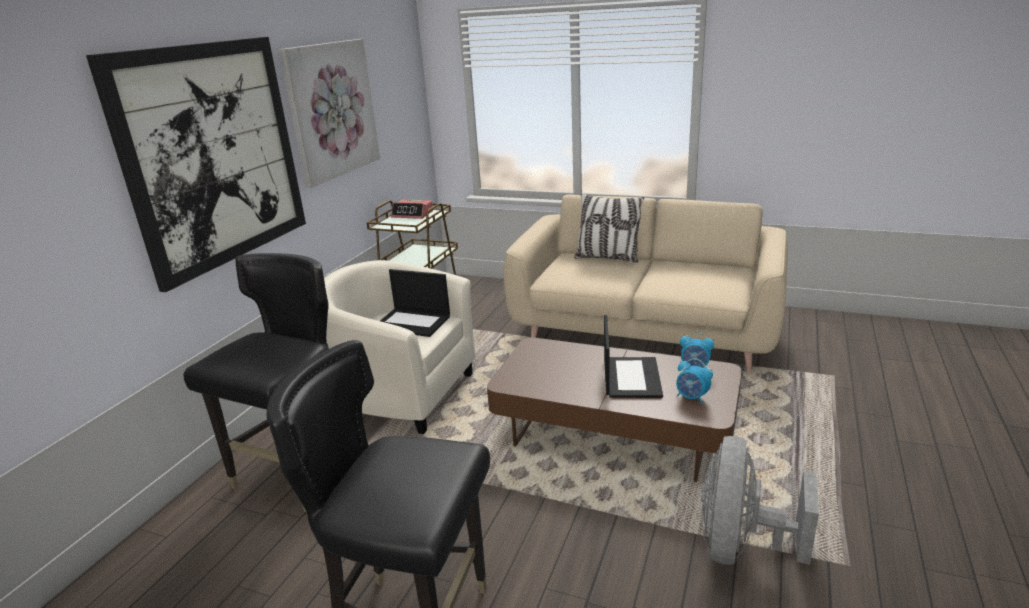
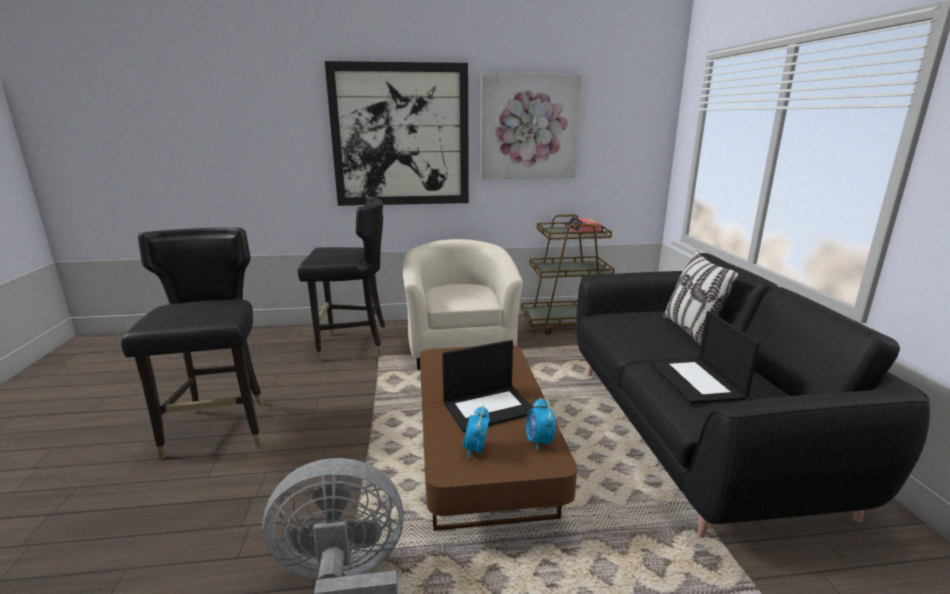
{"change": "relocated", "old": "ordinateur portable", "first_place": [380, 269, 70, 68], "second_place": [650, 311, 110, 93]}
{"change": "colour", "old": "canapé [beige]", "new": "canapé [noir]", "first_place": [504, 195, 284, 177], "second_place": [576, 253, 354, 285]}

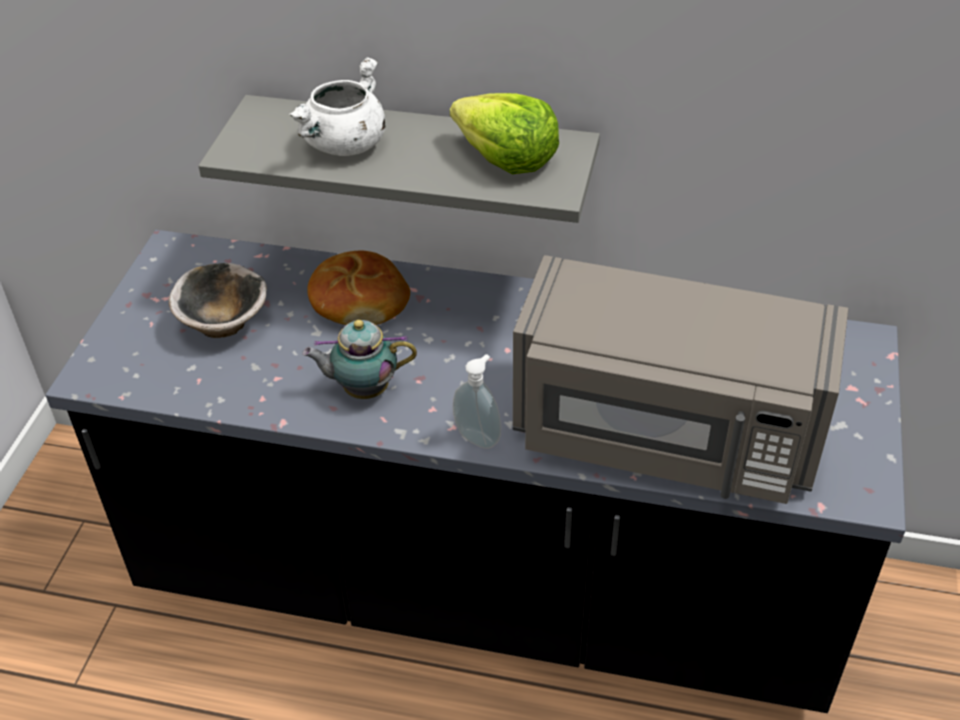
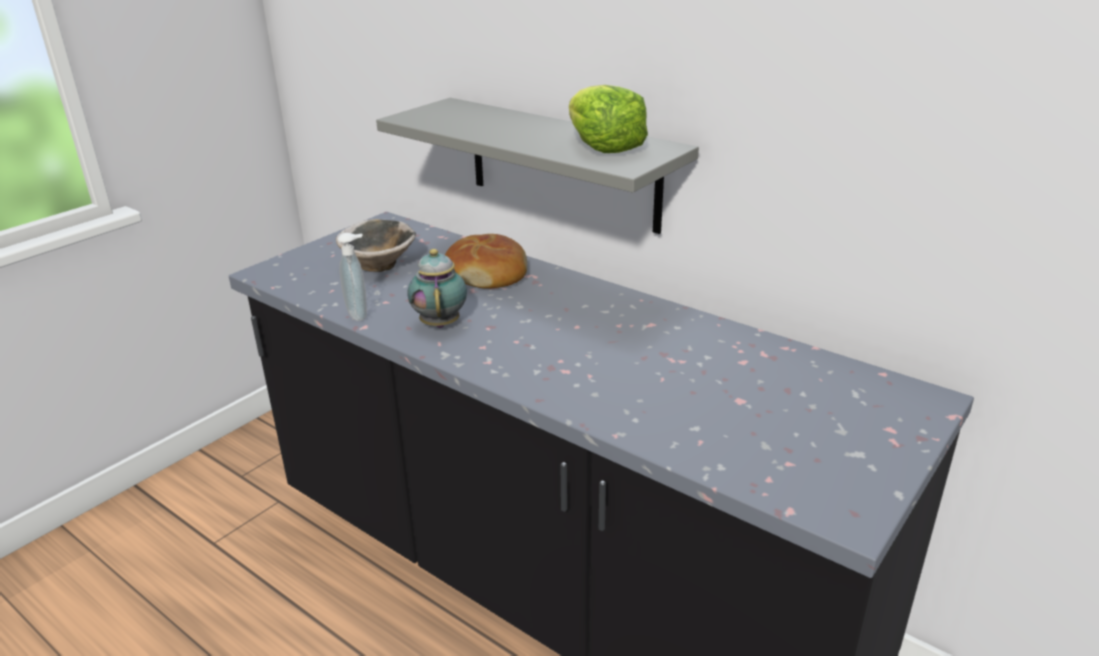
{"change": "missing", "old": "marmite [blanc]", "first_place": [289, 57, 96, 99]}
{"change": "missing", "old": "micro-ondes [gris]", "first_place": [513, 255, 335, 249]}
{"change": "relocated", "old": "distributeur de savon", "first_place": [453, 354, 48, 95], "second_place": [338, 233, 29, 88]}
{"change": "spun", "old": "théière", "first_place": [302, 320, 115, 79], "second_place": [407, 249, 60, 79], "degrees": 60}

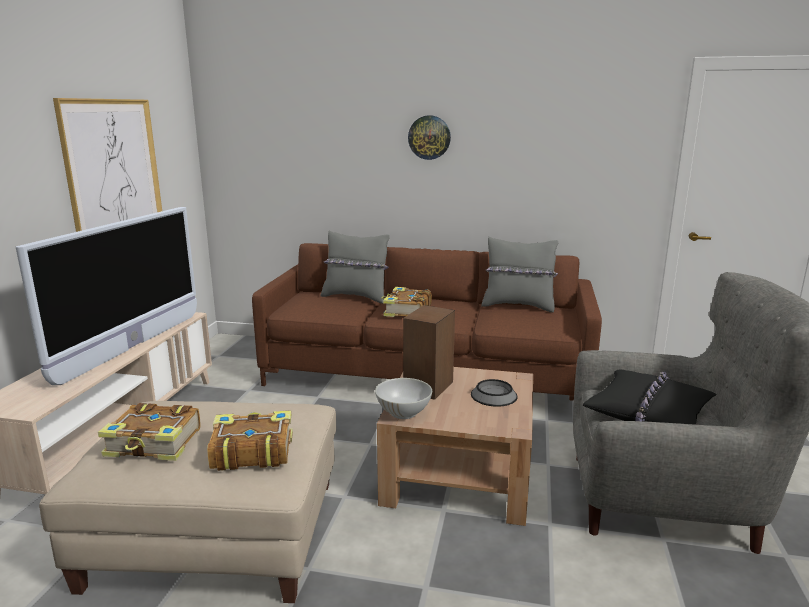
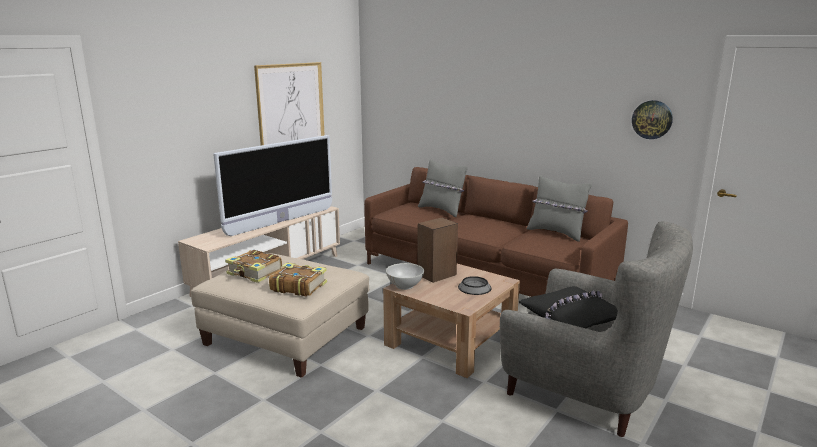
{"change": "missing", "old": "livre", "first_place": [381, 287, 51, 30]}
{"change": "relocated", "old": "horloge murale", "first_place": [408, 115, 43, 45], "second_place": [632, 100, 41, 39]}

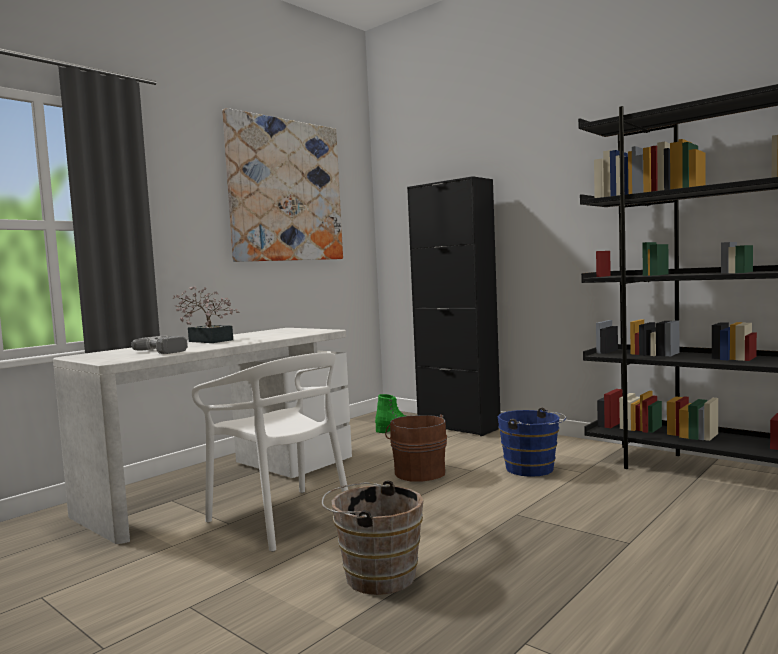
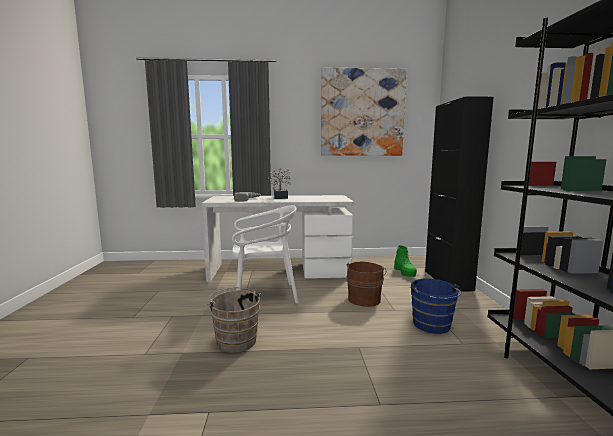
{"change": "spun", "old": "chaise [blanc]", "first_place": [192, 352, 156, 200], "second_place": [232, 205, 67, 99], "degrees": -105}

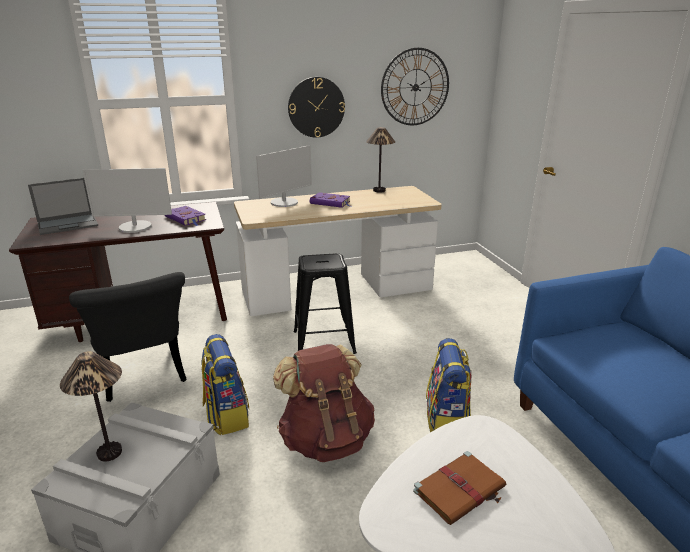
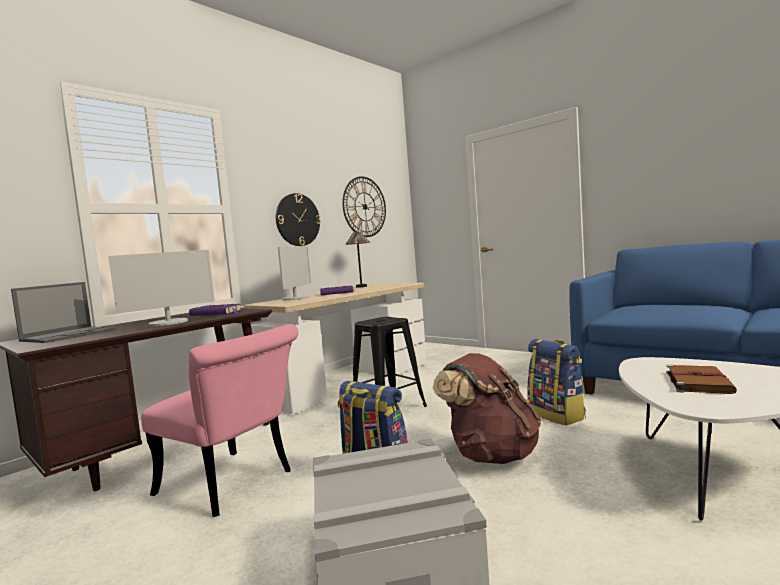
{"change": "missing", "old": "lampe de table", "first_place": [60, 351, 62, 111]}
{"change": "colour", "old": "chaise [noir]", "new": "chaise [rose]", "first_place": [69, 272, 118, 130], "second_place": [141, 324, 157, 193]}

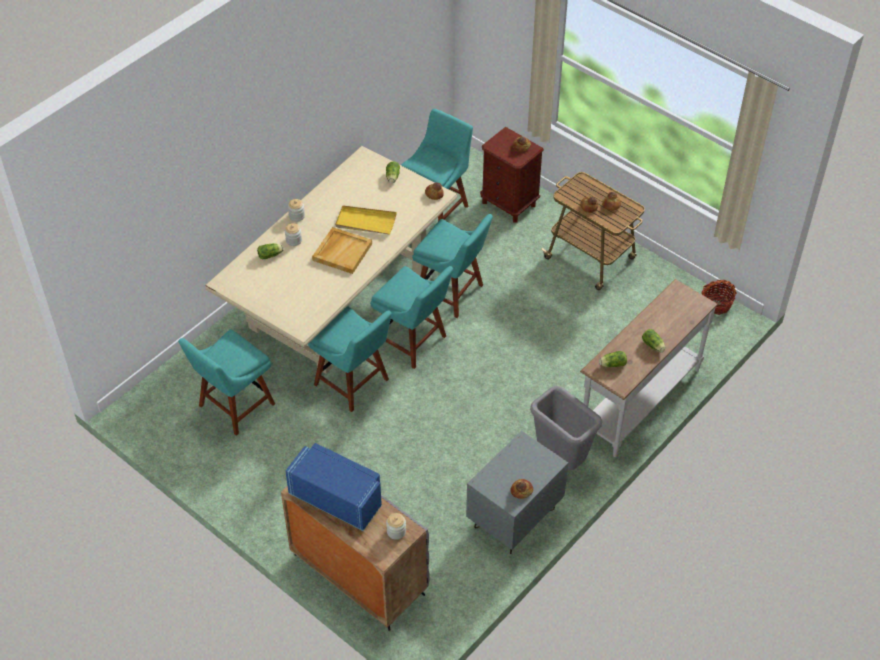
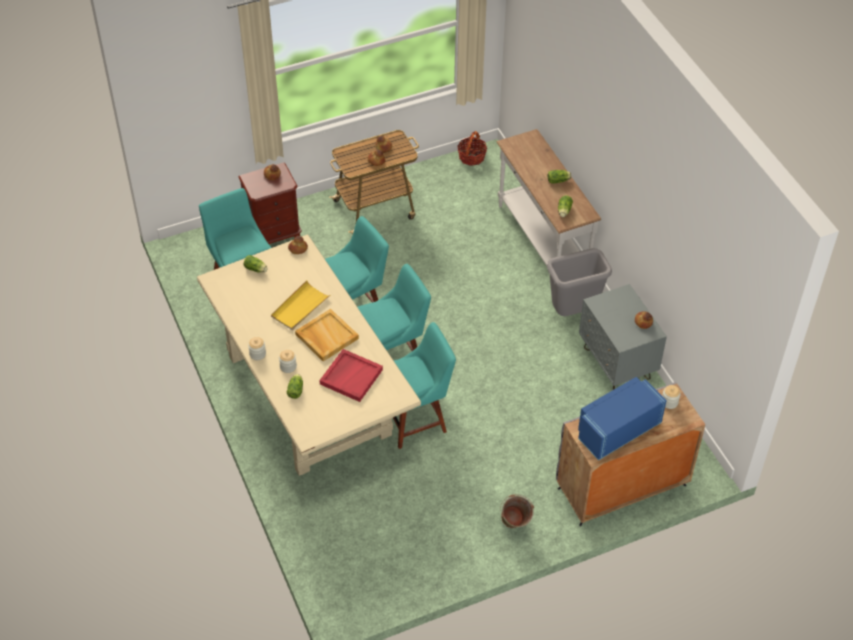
{"change": "missing", "old": "chaise [turquoise]", "first_place": [178, 329, 97, 107]}
{"change": "appeared", "new": "plateau [rouge]", "second_place": [319, 349, 64, 53]}
{"change": "appeared", "new": "seau [vert]", "second_place": [500, 494, 34, 34]}

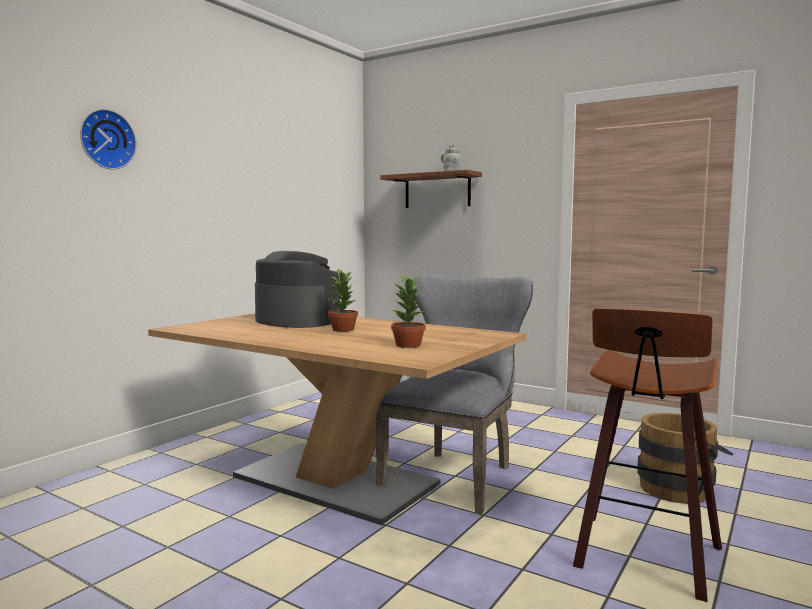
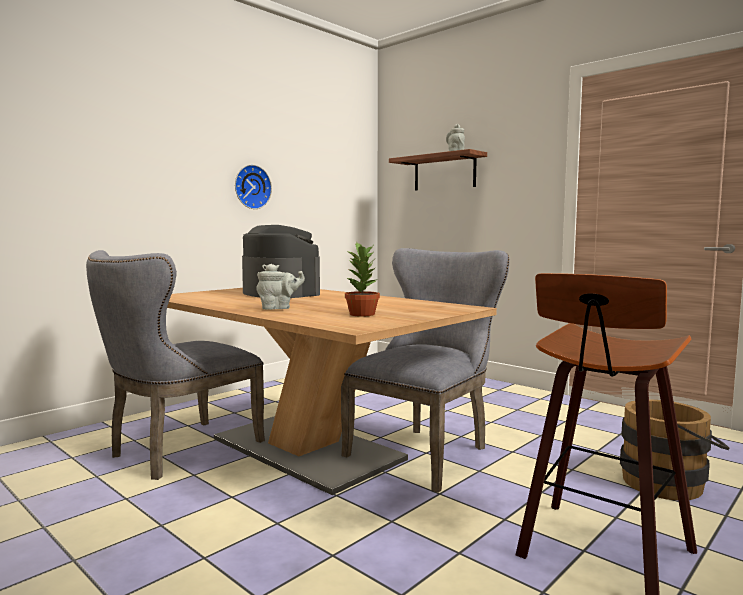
{"change": "missing", "old": "plante en pot", "first_place": [328, 269, 30, 63]}
{"change": "appeared", "new": "chaise [gris]", "second_place": [86, 250, 179, 230]}
{"change": "appeared", "new": "théière [gris]", "second_place": [256, 264, 49, 46]}
{"change": "relocated", "old": "horloge murale", "first_place": [80, 109, 56, 61], "second_place": [235, 165, 37, 44]}

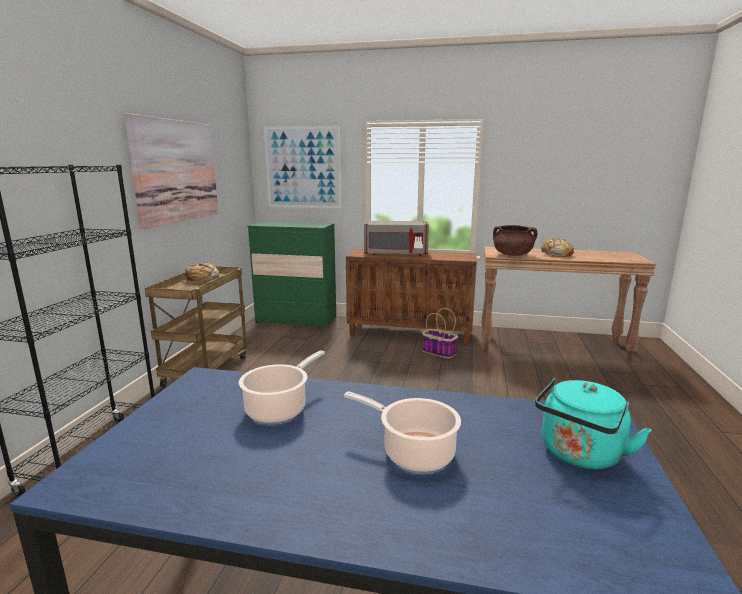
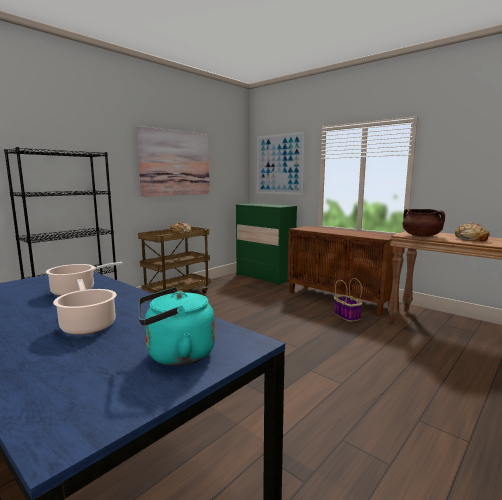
{"change": "missing", "old": "micro-ondes [gris]", "first_place": [364, 221, 65, 35]}

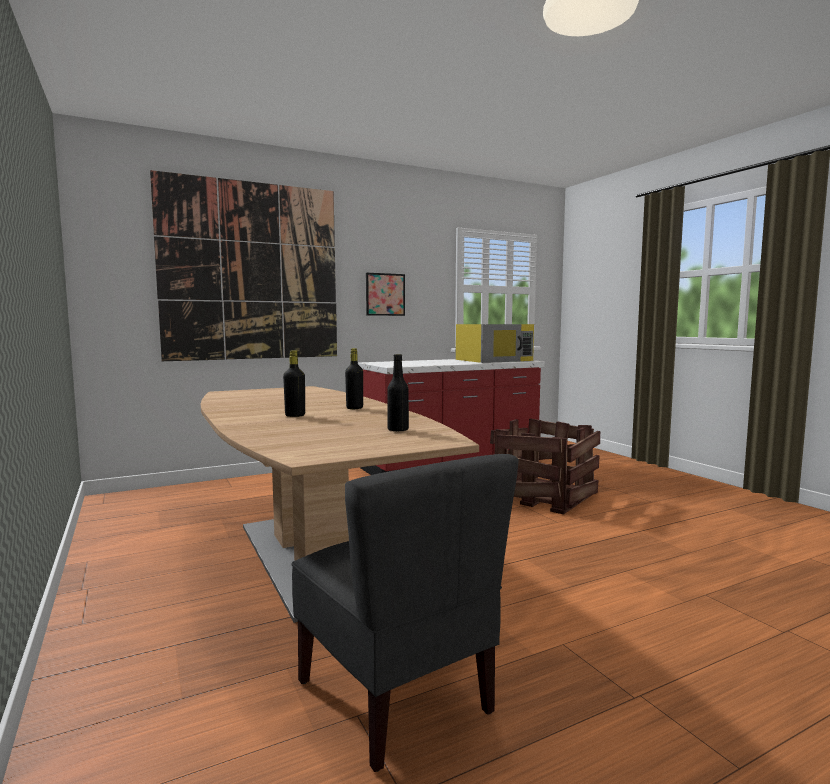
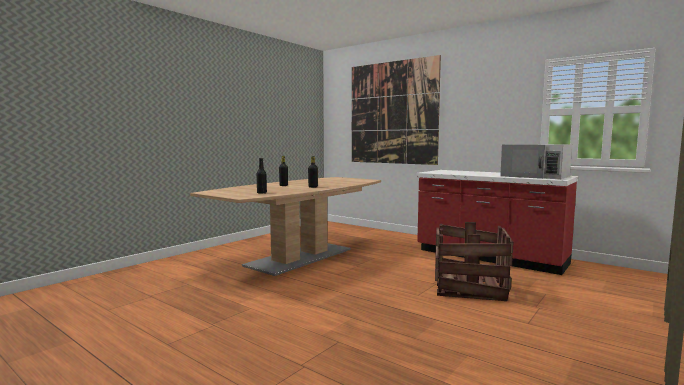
{"change": "missing", "old": "chaise [gris]", "first_place": [291, 454, 228, 318]}
{"change": "missing", "old": "tableau", "first_place": [366, 273, 39, 43]}
{"change": "colour", "old": "micro-ondes [jaune]", "new": "micro-ondes [blanc]", "first_place": [456, 324, 78, 39], "second_place": [500, 144, 72, 35]}

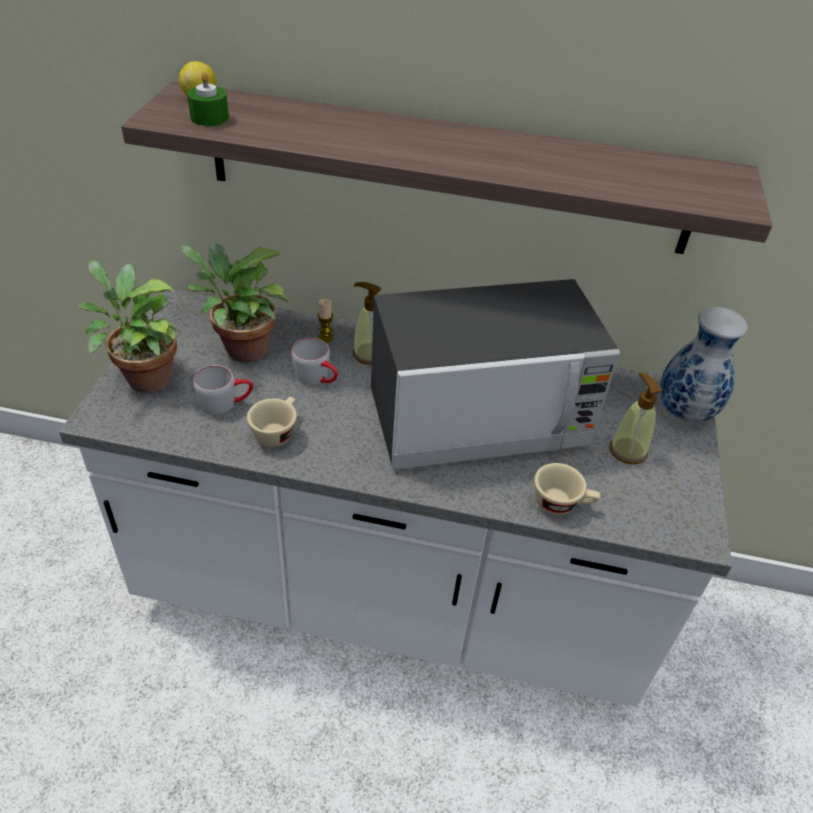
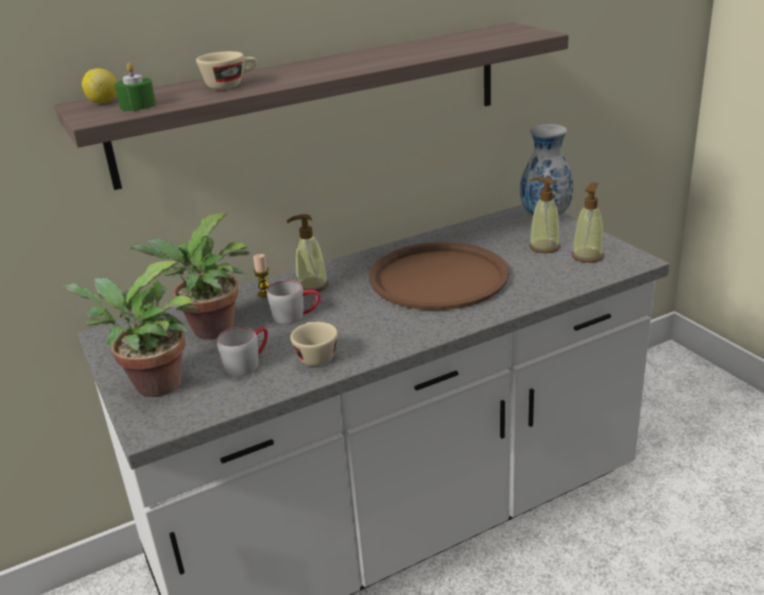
{"change": "appeared", "new": "distributeur de savon", "second_place": [571, 183, 33, 80]}
{"change": "relocated", "old": "tasse [beige]", "first_place": [534, 463, 67, 52], "second_place": [196, 51, 61, 38]}
{"change": "exchanged", "old": "micro-ondes", "new": "plateau [marron]", "first_place": [371, 279, 249, 191], "second_place": [369, 242, 140, 68]}

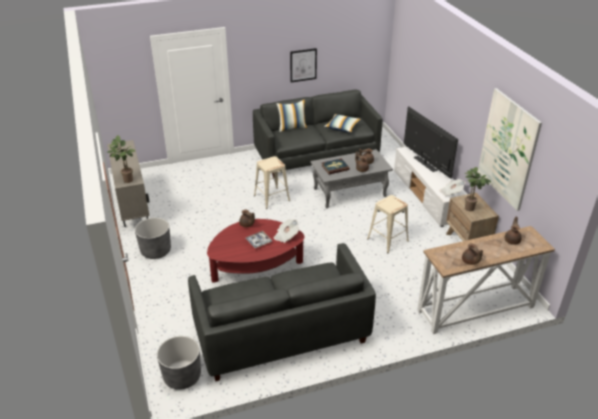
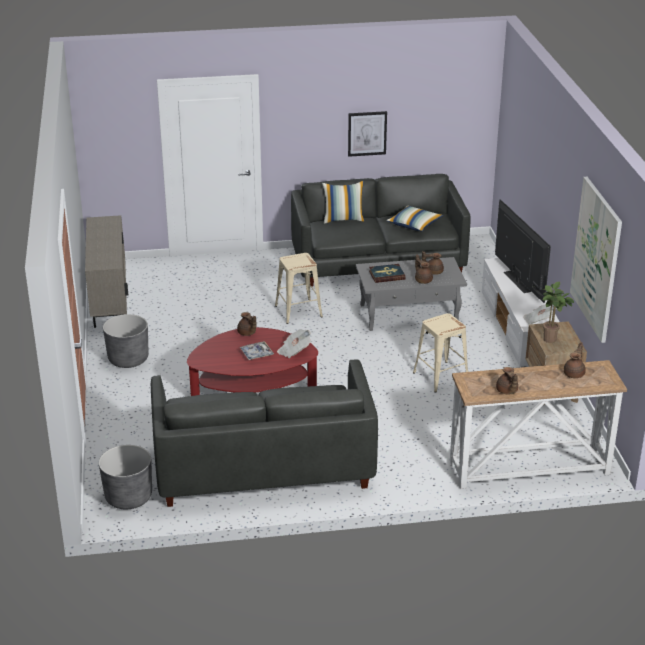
{"change": "missing", "old": "plante en pot", "first_place": [107, 135, 28, 48]}

